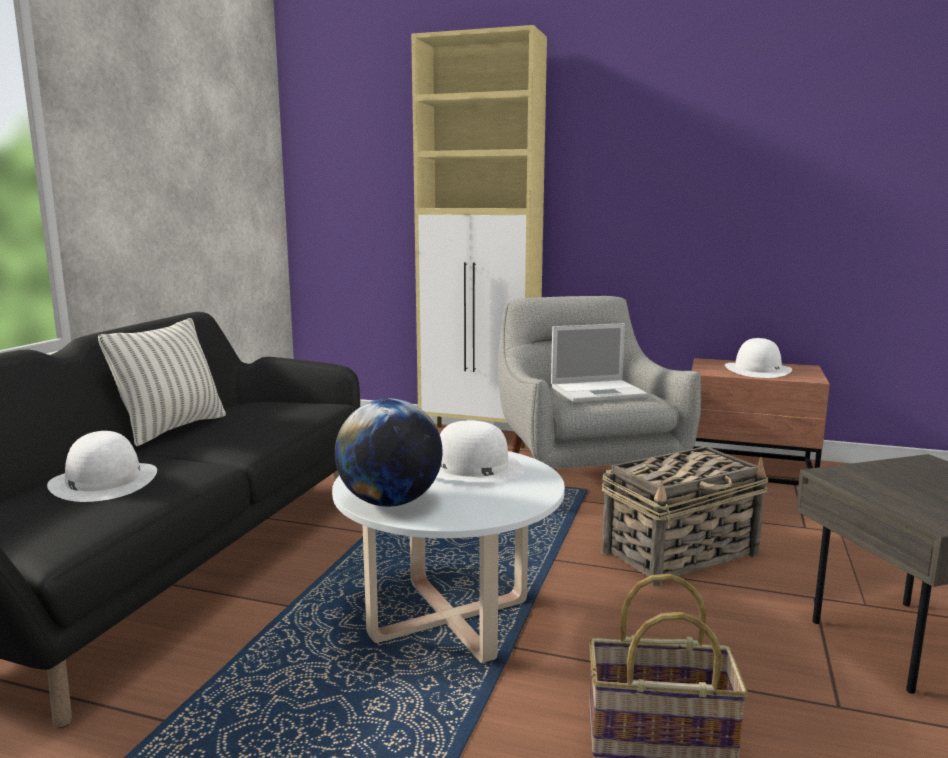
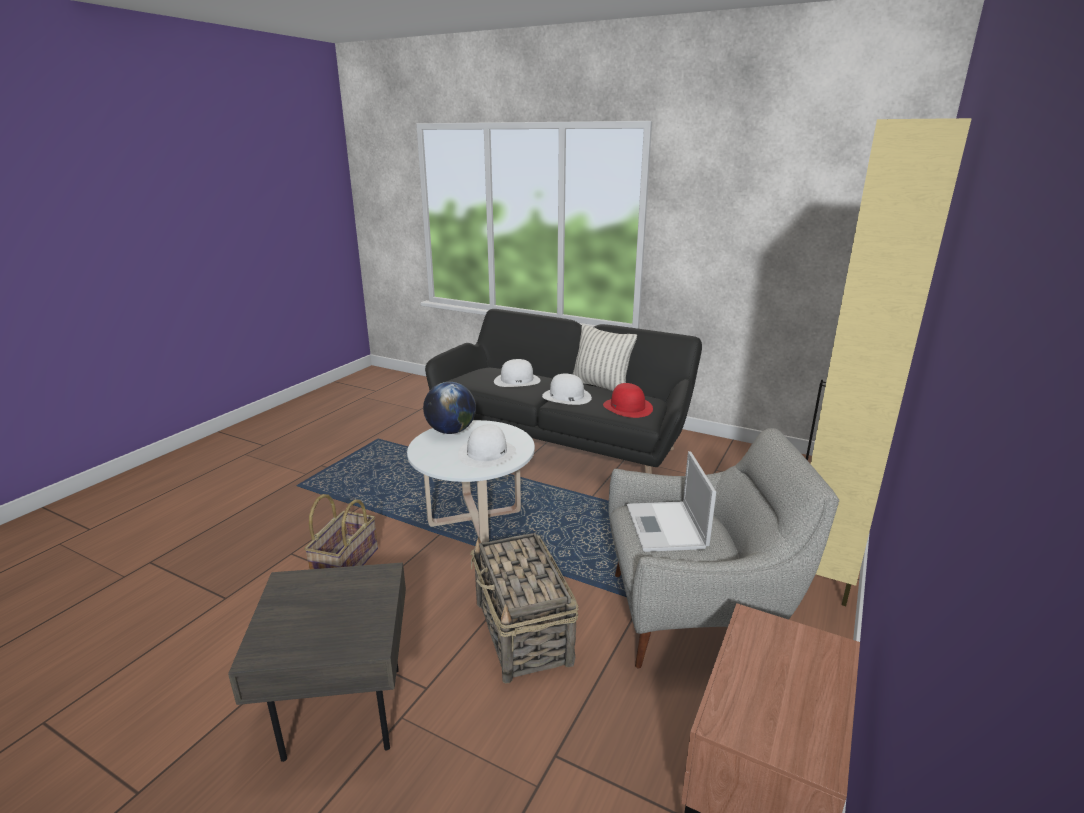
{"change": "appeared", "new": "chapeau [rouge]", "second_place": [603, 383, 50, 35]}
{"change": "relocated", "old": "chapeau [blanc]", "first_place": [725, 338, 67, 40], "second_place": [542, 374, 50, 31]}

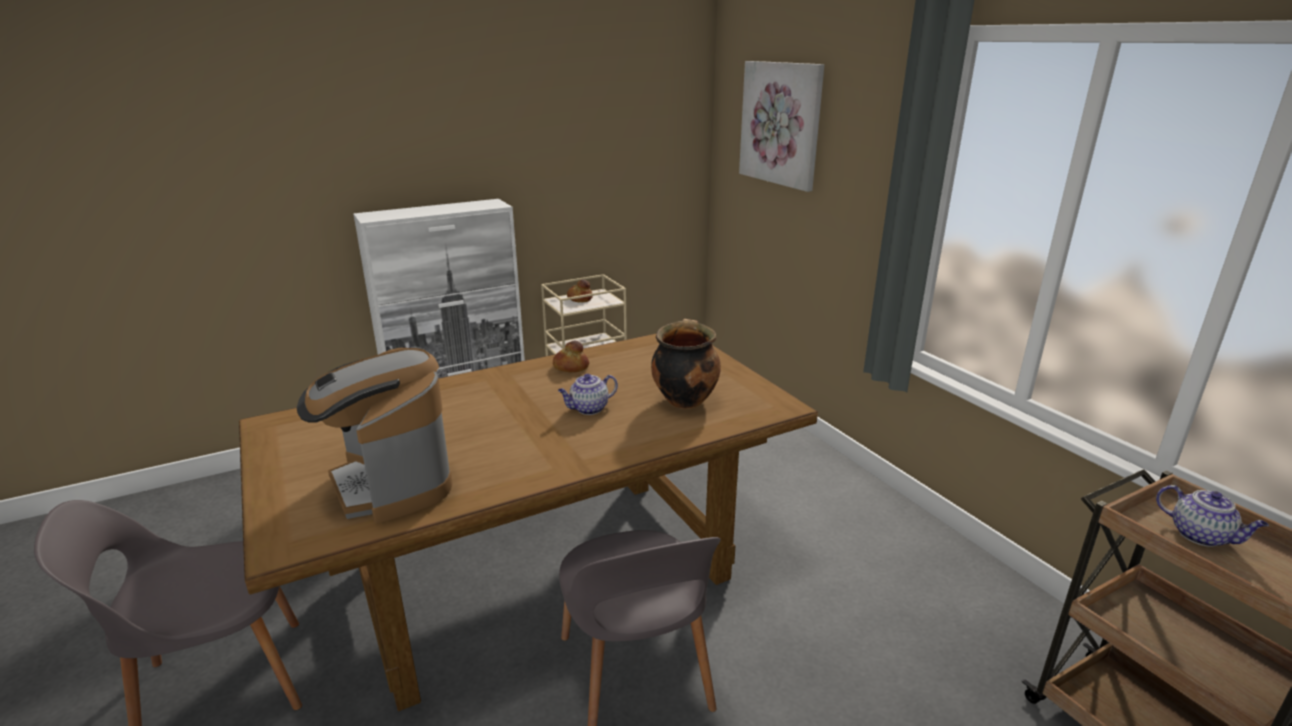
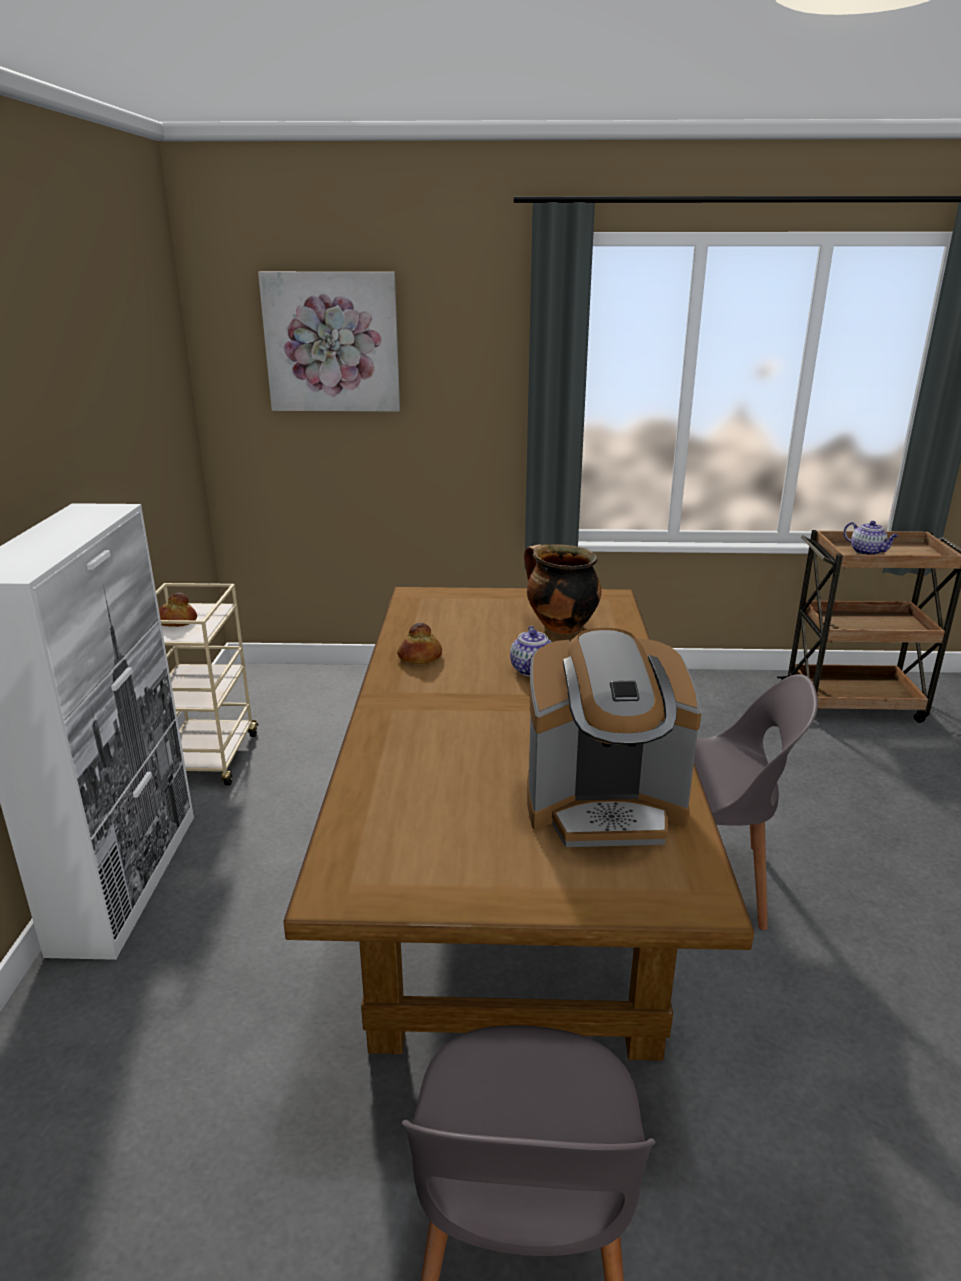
{"change": "spun", "old": "théière", "first_place": [1156, 485, 113, 61], "second_place": [844, 521, 55, 34], "degrees": 60}

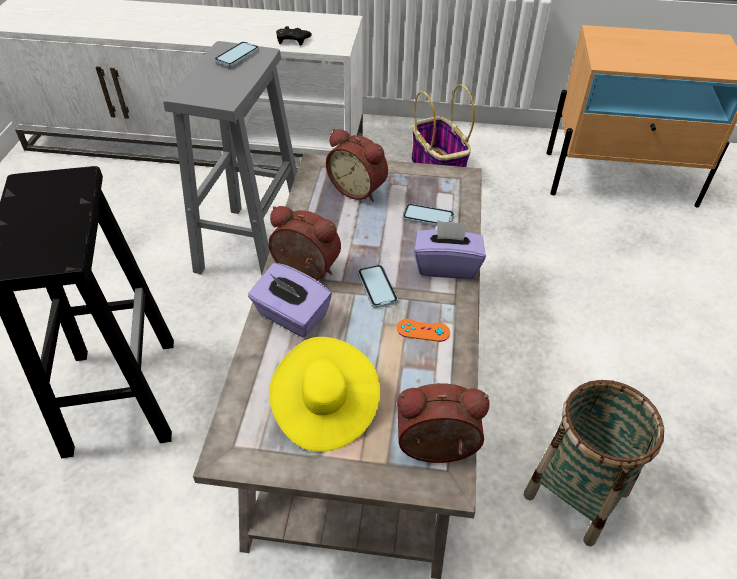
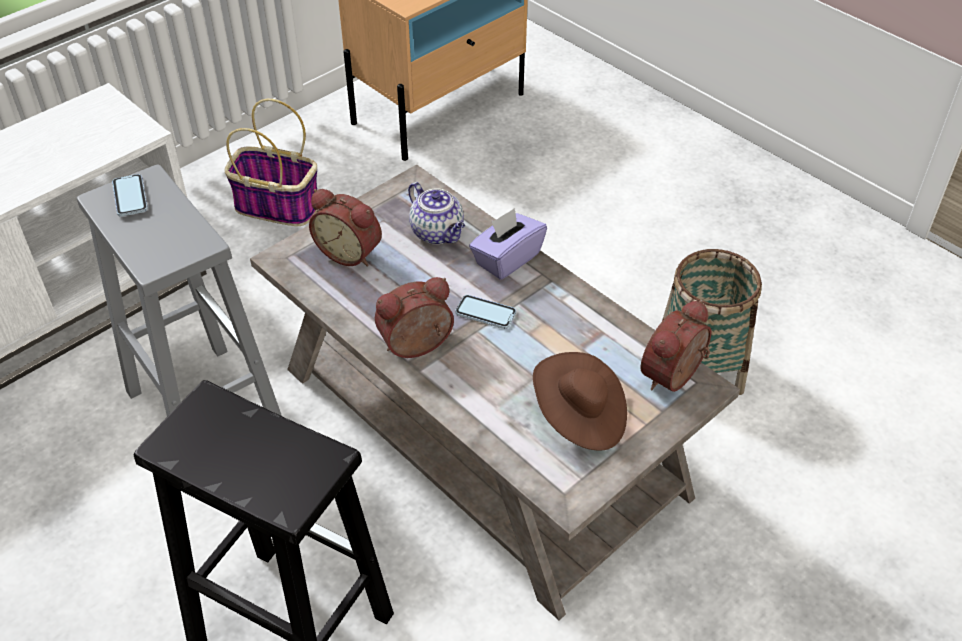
{"change": "missing", "old": "boîte à mouchoirs [violet]", "first_place": [248, 263, 84, 74]}
{"change": "missing", "old": "manette [noir]", "first_place": [276, 26, 36, 19]}
{"change": "missing", "old": "manette [orange]", "first_place": [397, 319, 53, 23]}
{"change": "exchanged", "old": "téléphone", "new": "théière", "first_place": [403, 203, 51, 23], "second_place": [408, 182, 57, 62]}
{"change": "colour", "old": "chapeau [jaune]", "new": "chapeau [marron]", "first_place": [269, 337, 111, 115], "second_place": [533, 352, 94, 99]}
{"change": "spun", "old": "réveil", "first_place": [326, 129, 62, 72], "second_place": [309, 189, 73, 78], "degrees": 45}

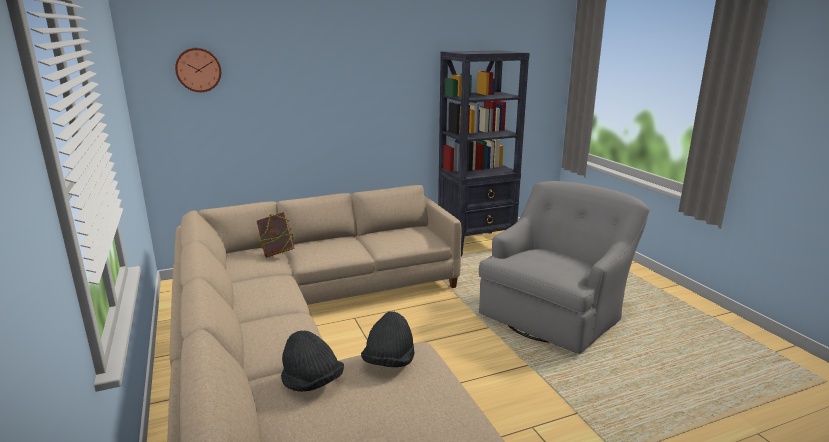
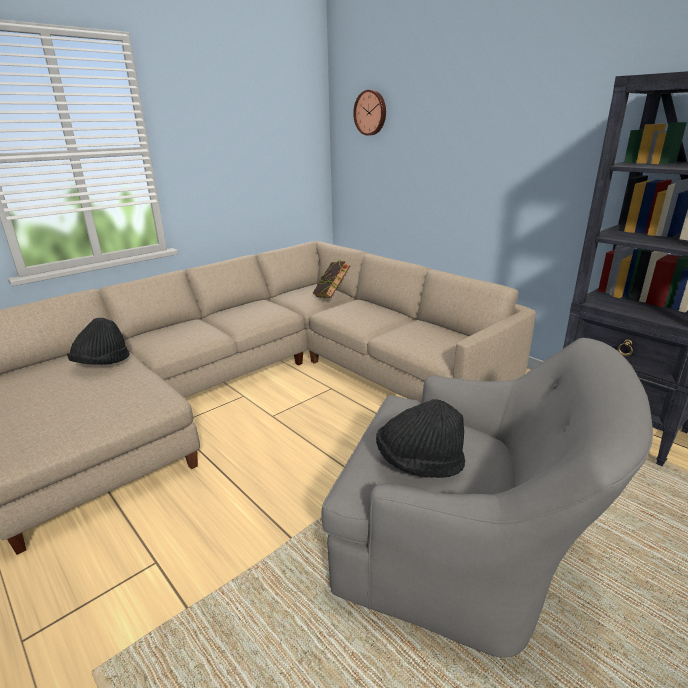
{"change": "relocated", "old": "chapeau [noir]", "first_place": [361, 311, 53, 56], "second_place": [376, 399, 89, 79]}

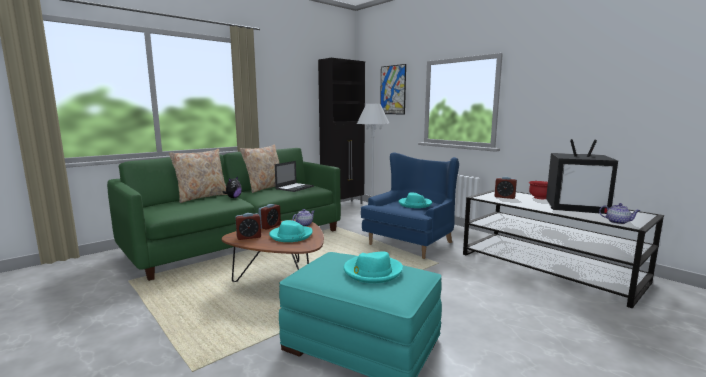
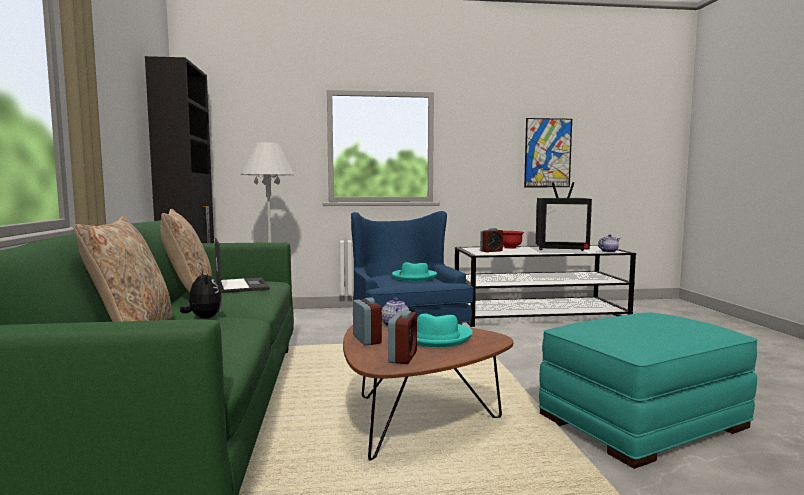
{"change": "missing", "old": "chapeau [turquoise]", "first_place": [344, 251, 59, 32]}
{"change": "relocated", "old": "tableau", "first_place": [380, 64, 26, 50], "second_place": [524, 118, 48, 69]}
{"change": "spun", "old": "téléviseur", "first_place": [546, 139, 72, 75], "second_place": [536, 182, 56, 69], "degrees": 45}

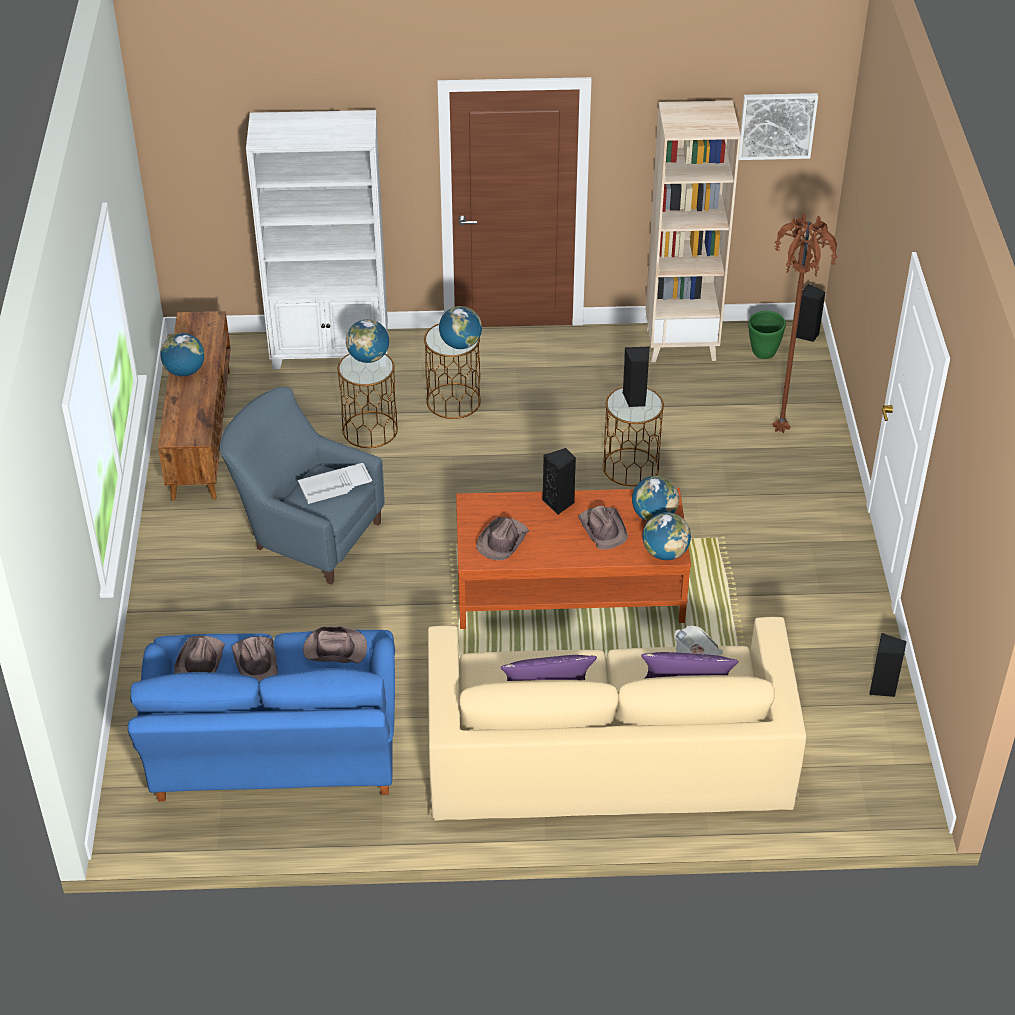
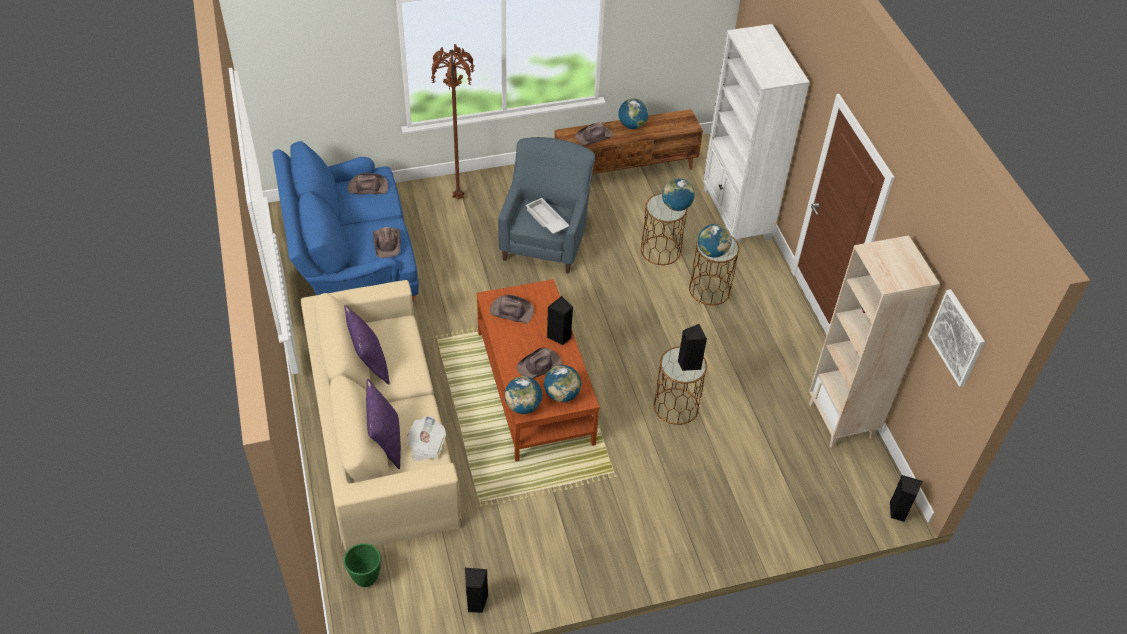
{"change": "relocated", "old": "chapeau [marron]", "first_place": [232, 636, 46, 46], "second_place": [575, 122, 38, 23]}
{"change": "relocated", "old": "cache-pot [vert]", "first_place": [748, 311, 38, 48], "second_place": [344, 543, 37, 44]}
{"change": "relocated", "old": "lampadaire [marron]", "first_place": [772, 214, 66, 219], "second_place": [431, 44, 43, 156]}

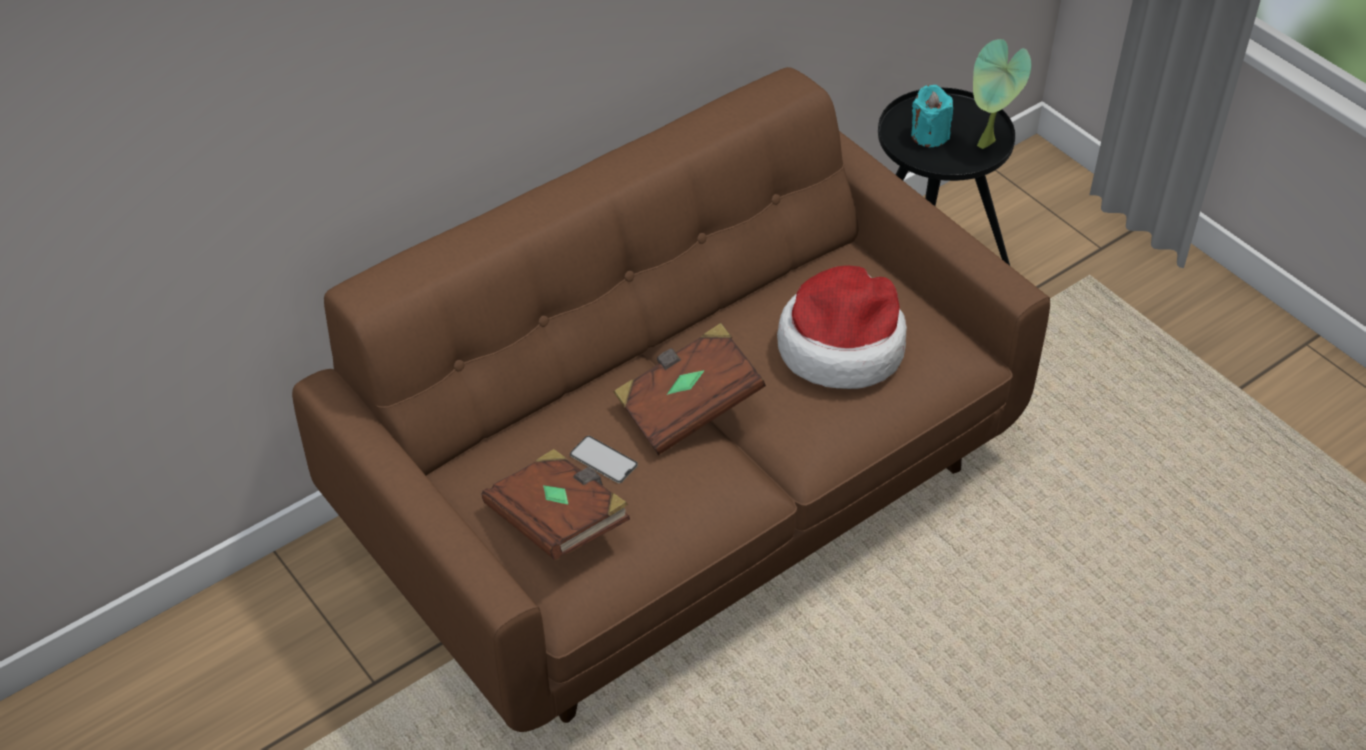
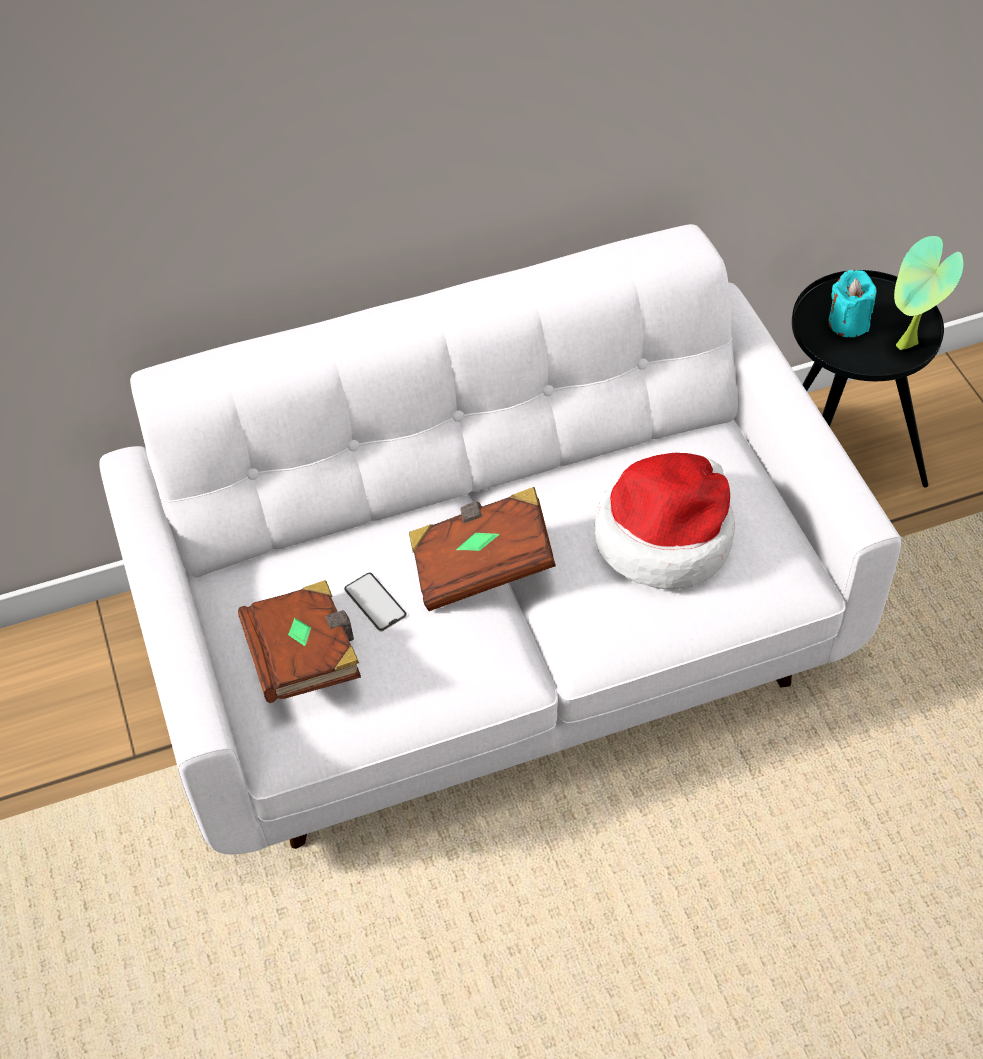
{"change": "colour", "old": "canapé [marron]", "new": "canapé [blanc]", "first_place": [292, 67, 758, 665], "second_place": [99, 224, 803, 631]}

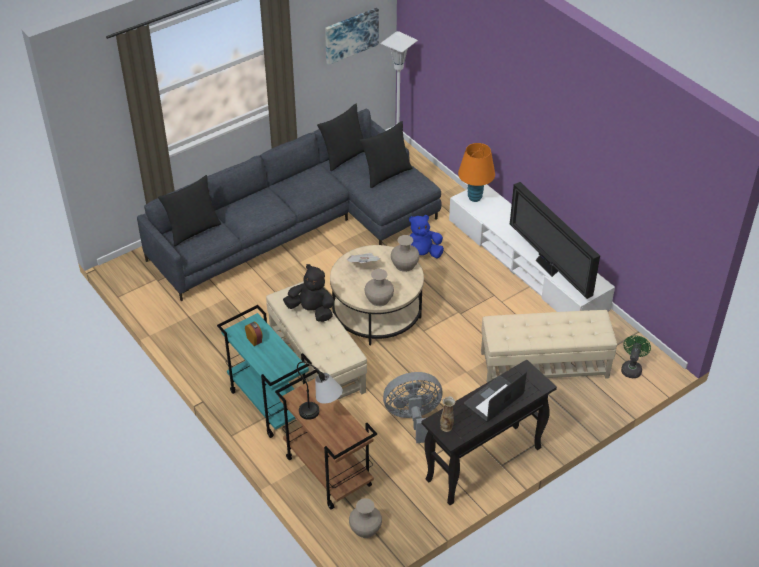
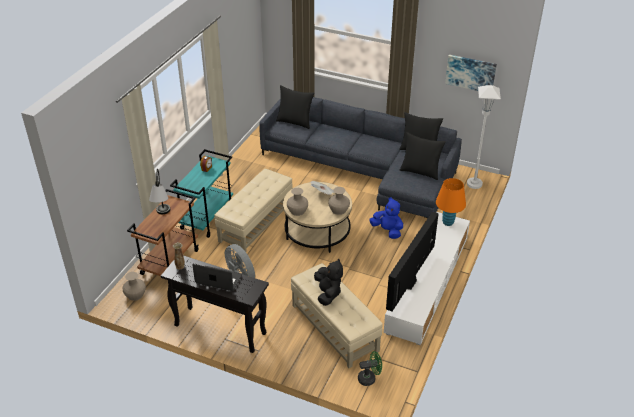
{"change": "relocated", "old": "peluche [noir]", "first_place": [283, 264, 51, 58], "second_place": [314, 258, 29, 48]}

